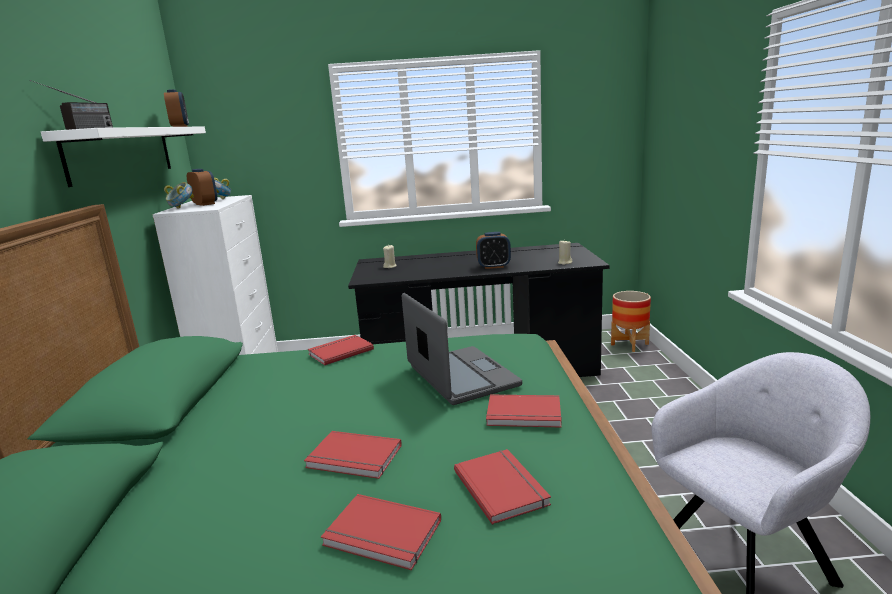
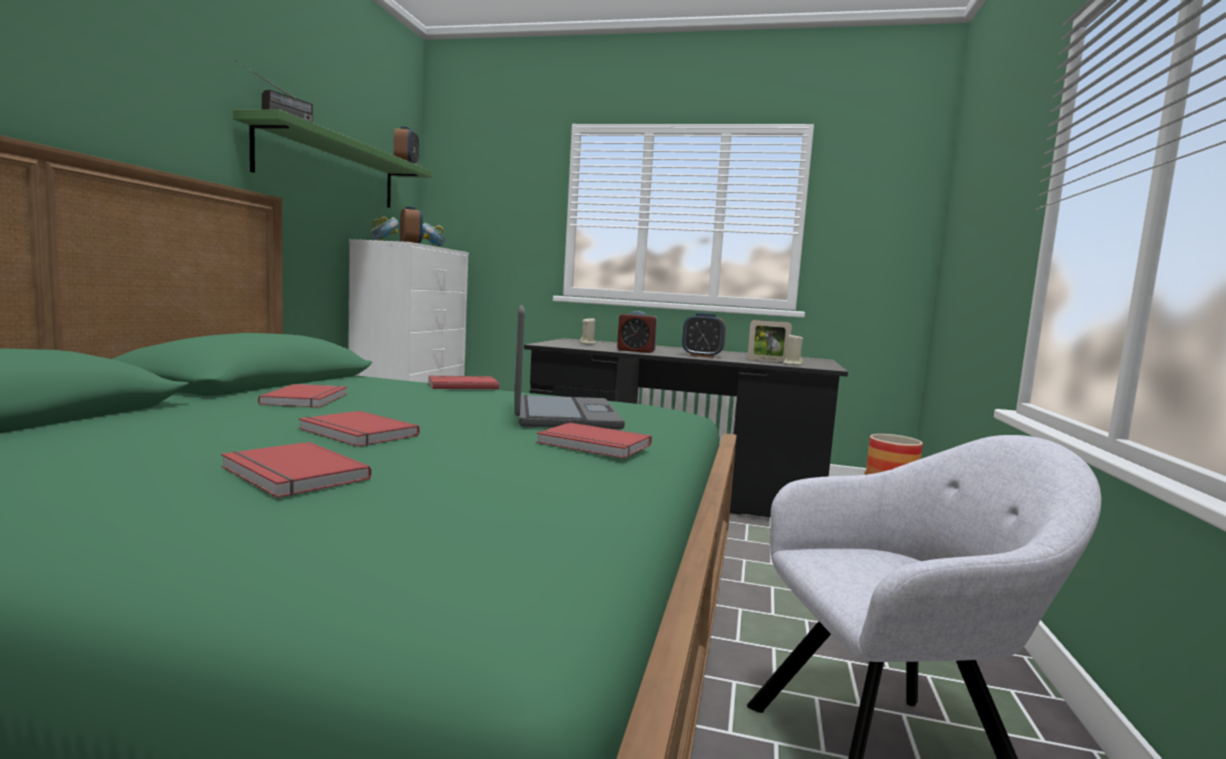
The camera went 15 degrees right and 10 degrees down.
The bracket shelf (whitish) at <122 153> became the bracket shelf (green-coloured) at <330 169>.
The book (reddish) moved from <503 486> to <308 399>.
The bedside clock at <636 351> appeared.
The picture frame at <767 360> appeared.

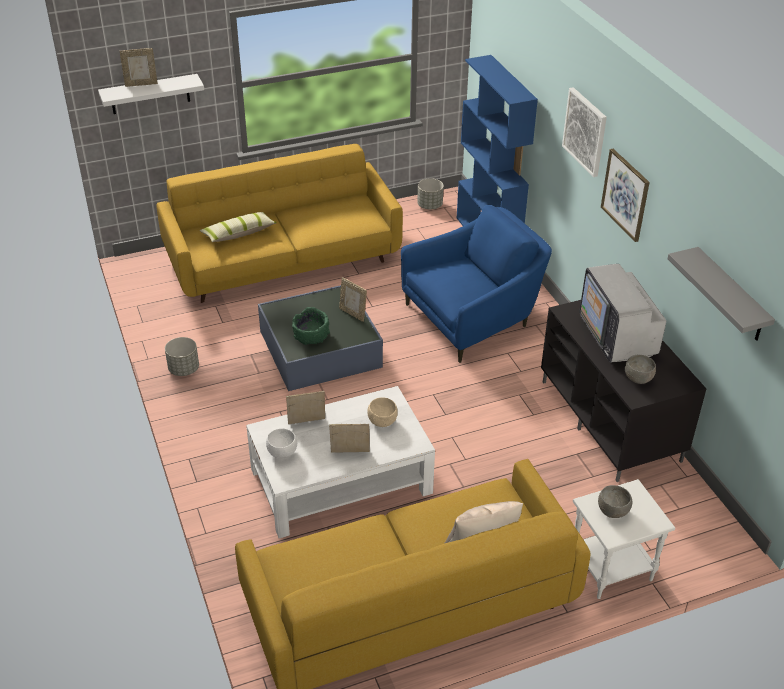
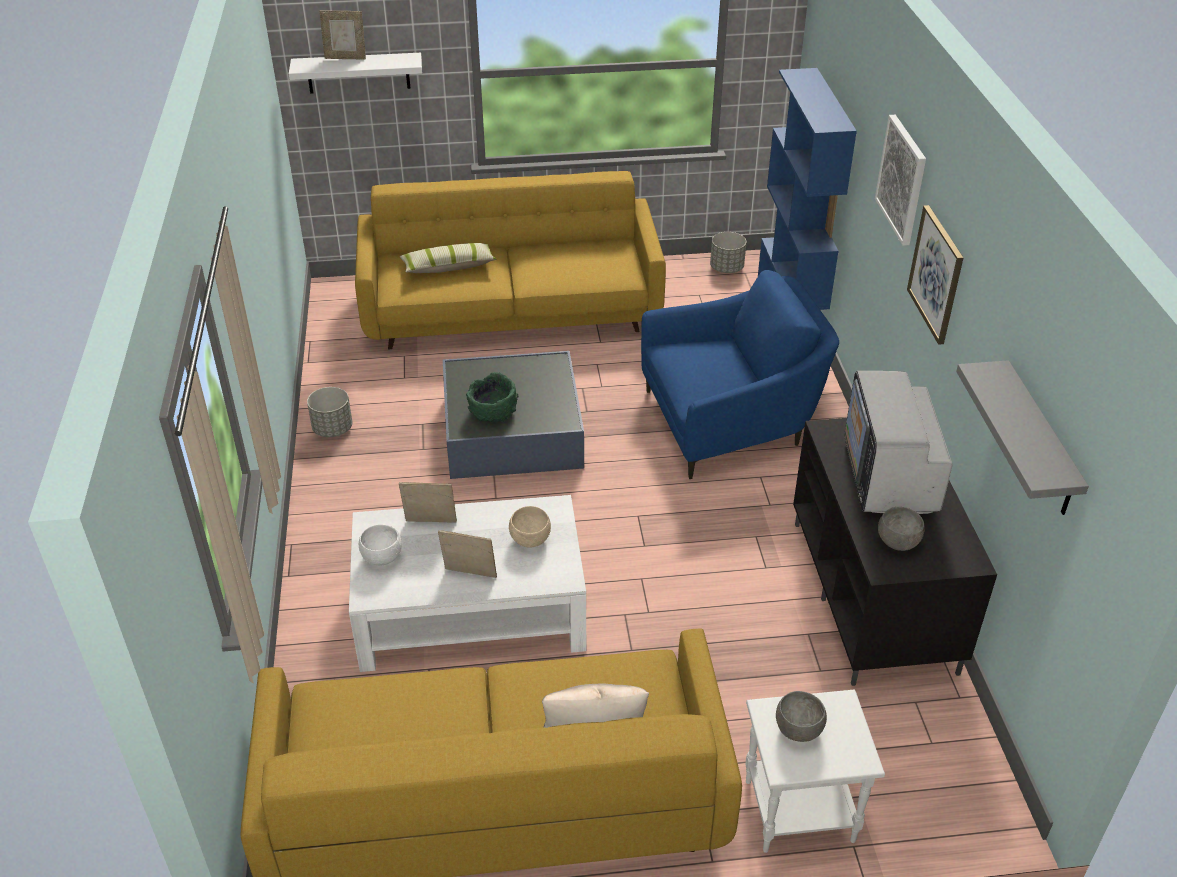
The camera went 15 degrees right and 0 degrees up.
The picture frame at <353 314> disappeared.

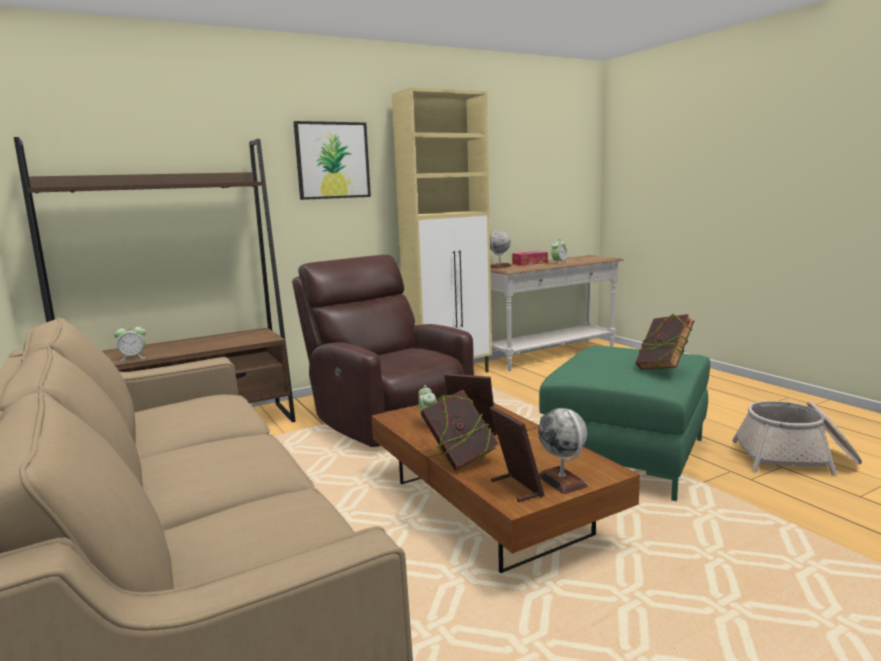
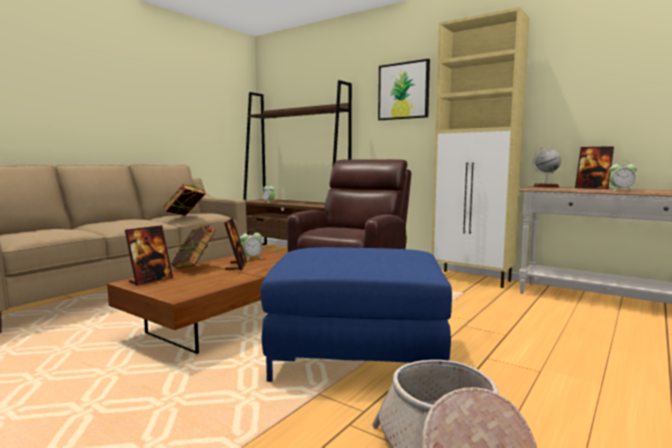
The camera went 65 degrees right and 5 degrees down.
The book moved from <663 369> to <185 217>.
The ottoman (green-coloured) at <625 455> became the ottoman (blue) at <358 355>.
The tissue holder at <529 263> was replaced by the picture frame at <592 188>.
The world globe at <562 481> disappeared.

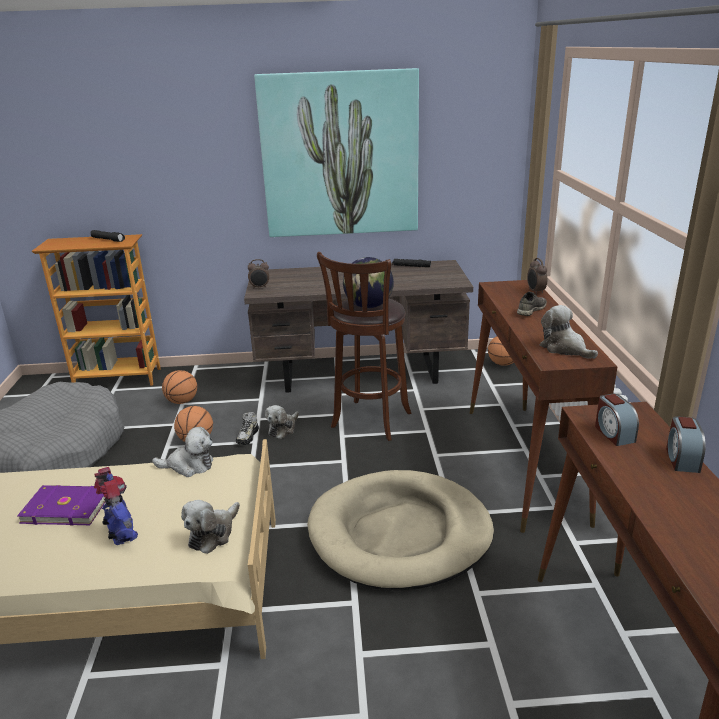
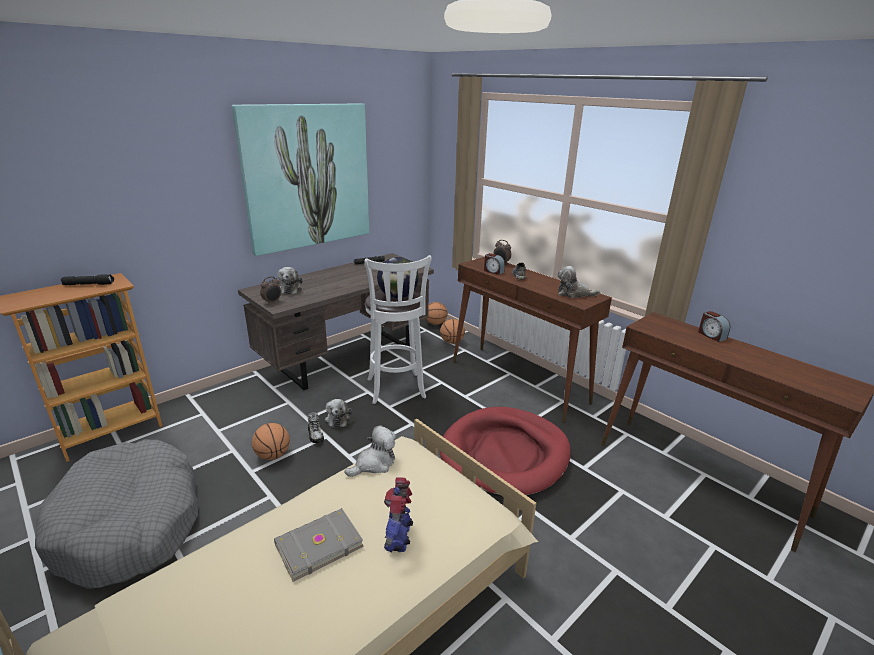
The camera went 40 degrees left and 0 degrees up.
The book (purplish) at <67 507> became the book (greyish) at <318 544>.
The soft toy moved from <213 534> to <290 289>.
The stool (brown-coloured) at <369 422> became the stool (whitish) at <396 390>.
The robot figure at <121 533> turned 105 degrees counterclockwise.
The pet bed (beige) at <400 534> became the pet bed (reddish) at <505 454>.
The ball for basketball moved from <182 402> to <452 342>.
The bedside clock moved from <613 433> to <493 271>.

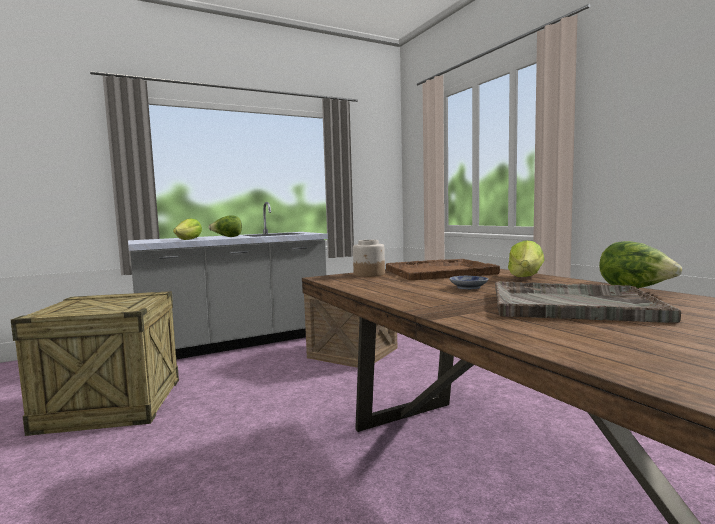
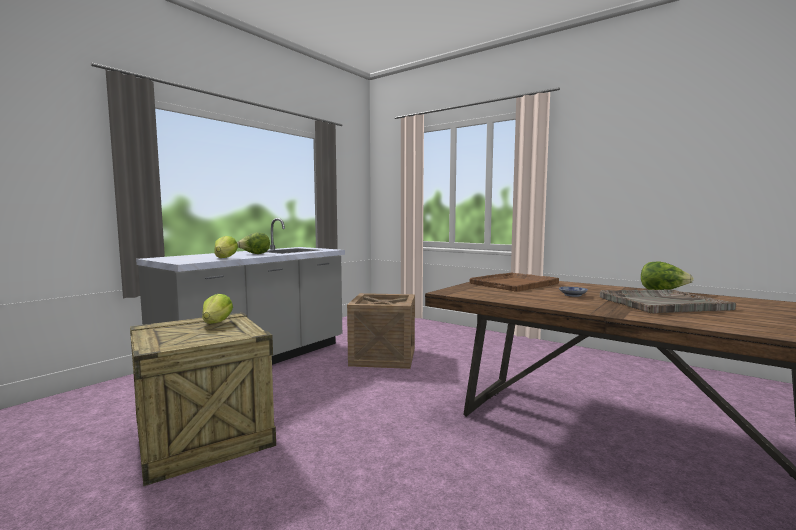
The camera went 25 degrees left and 0 degrees up.
The head of lettuce moved from <525 277> to <217 322>.
The preserve jar at <369 274> disappeared.

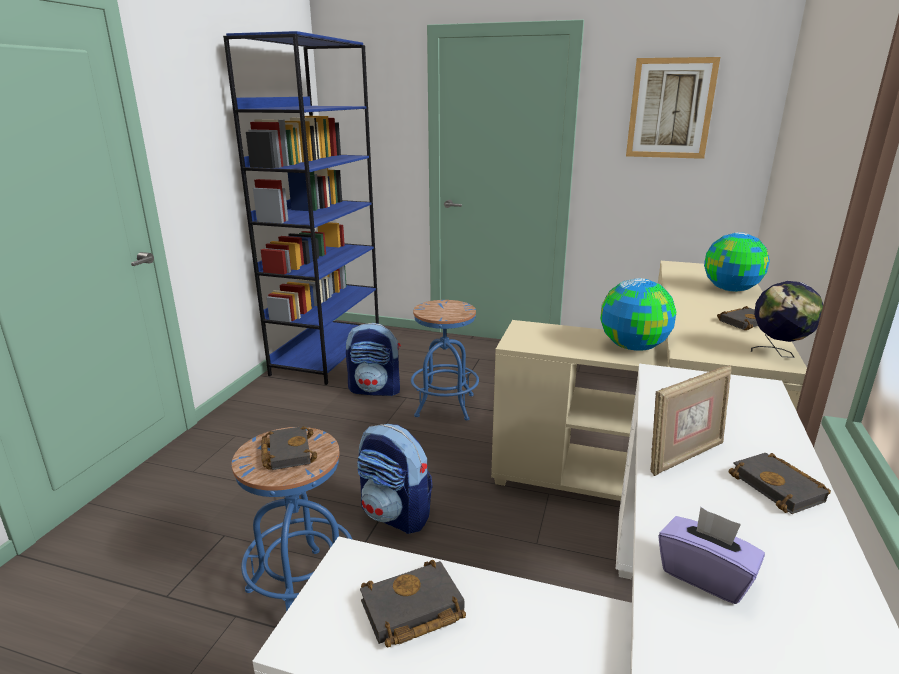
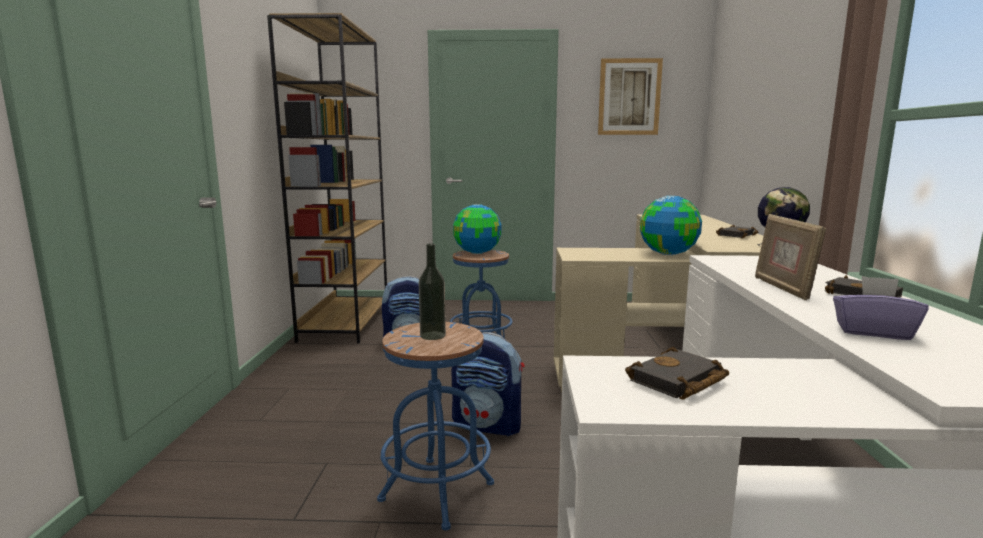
The camera went 15 degrees left and 10 degrees down.
The shelving unit (blue) at <327 354> became the shelving unit (brown-coloured) at <345 322>.
The book (black) at <286 452> was replaced by the beverage bottle at <432 335>.
The world globe moved from <731 290> to <477 252>.
The picture frame at <684 456> turned 135 degrees clockwise.

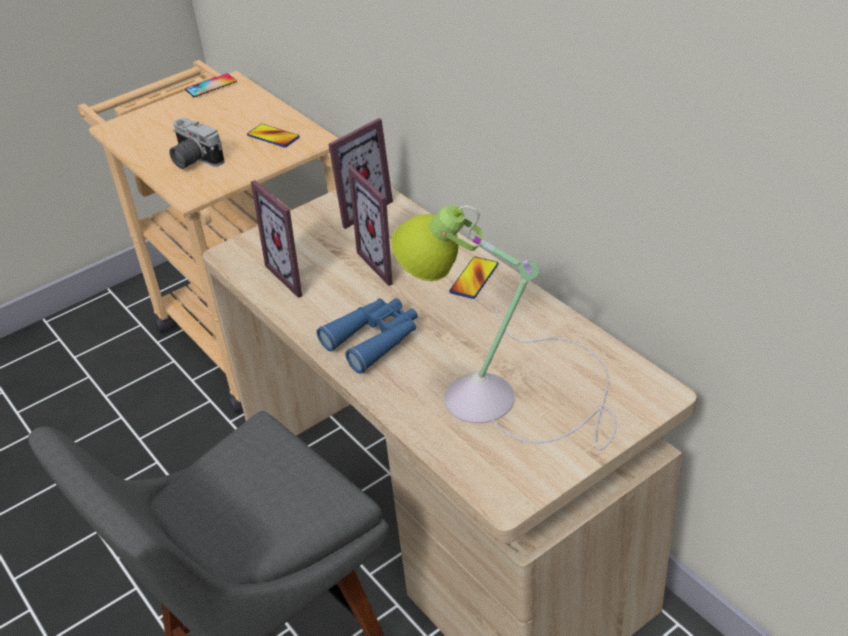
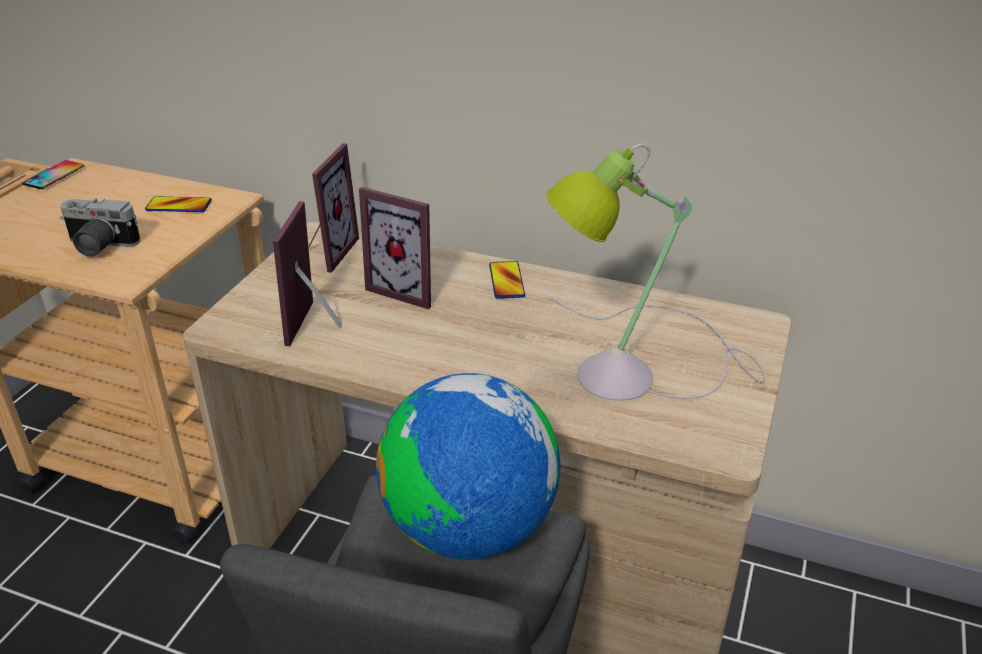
The camera went 35 degrees left and 5 degrees down.
The picture frame at <298 274> turned 75 degrees clockwise.
The world globe at <470 529> appeared.
The field glasses (blue) at <374 339> disappeared.

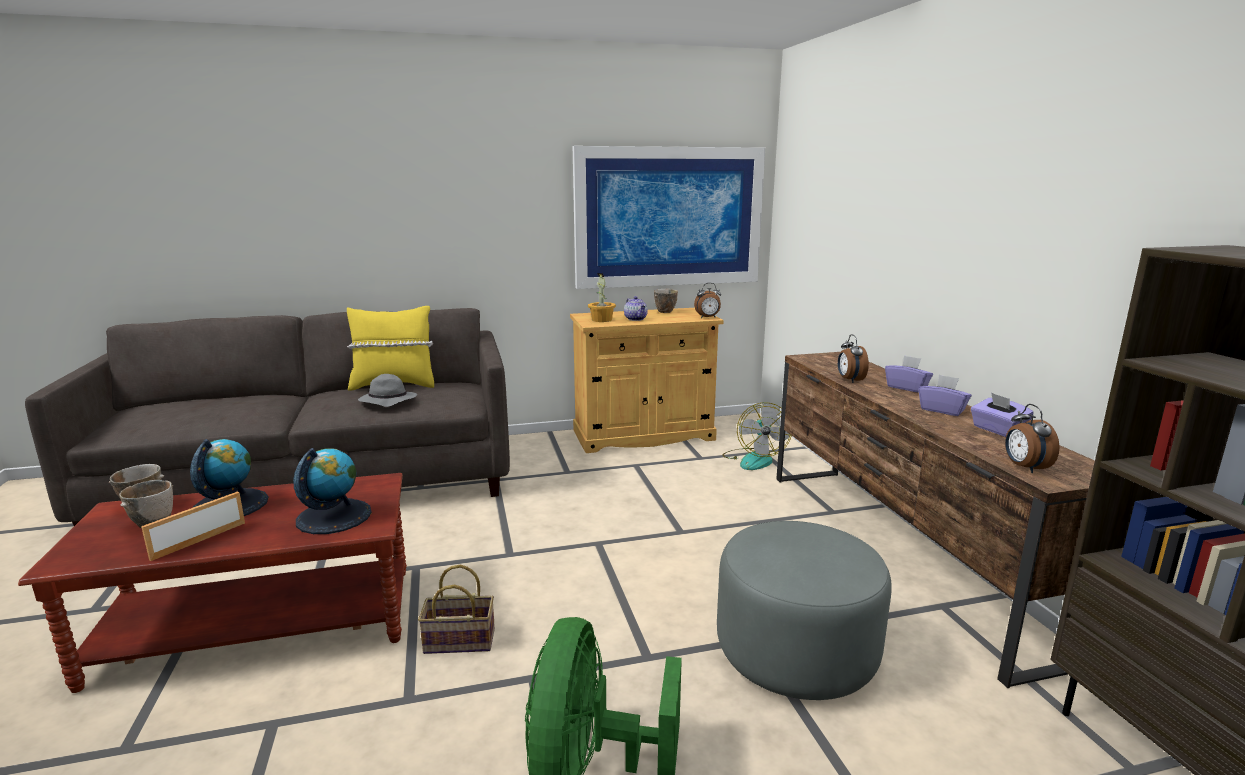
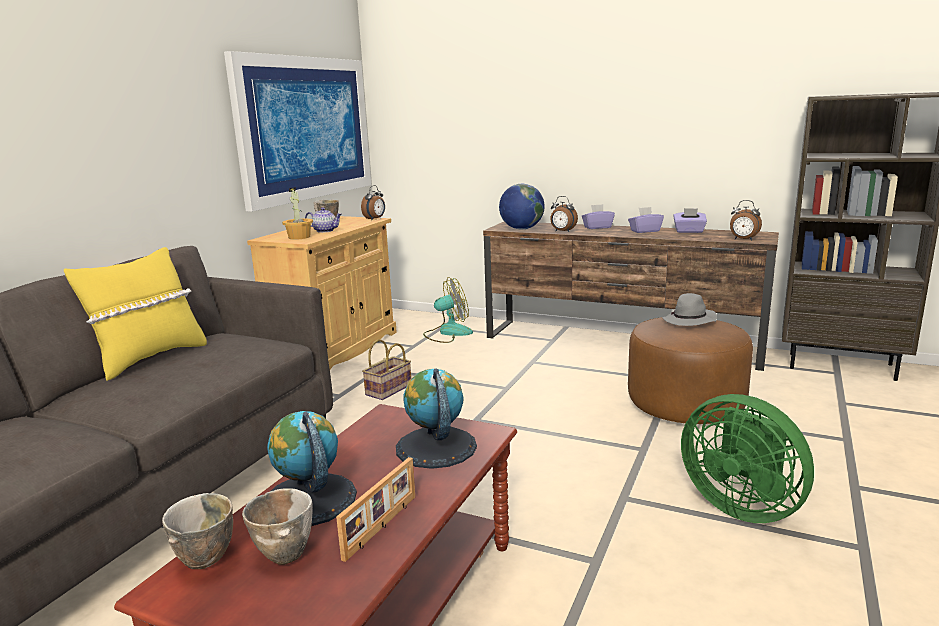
The camera went 50 degrees left and 0 degrees up.
The picture frame at <198 540> turned 135 degrees counterclockwise.
The basket moved from <457 642> to <388 390>.
The fan at <754 459> turned 60 degrees counterclockwise.
The world globe at <521 229> appeared.
The ottoman (greyish) at <796 652> became the ottoman (brown-coloured) at <685 405>.
The hat (greyish) moved from <387 401> to <689 321>.

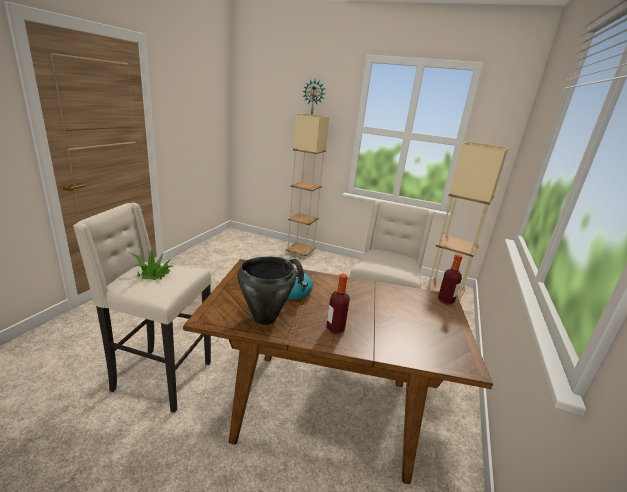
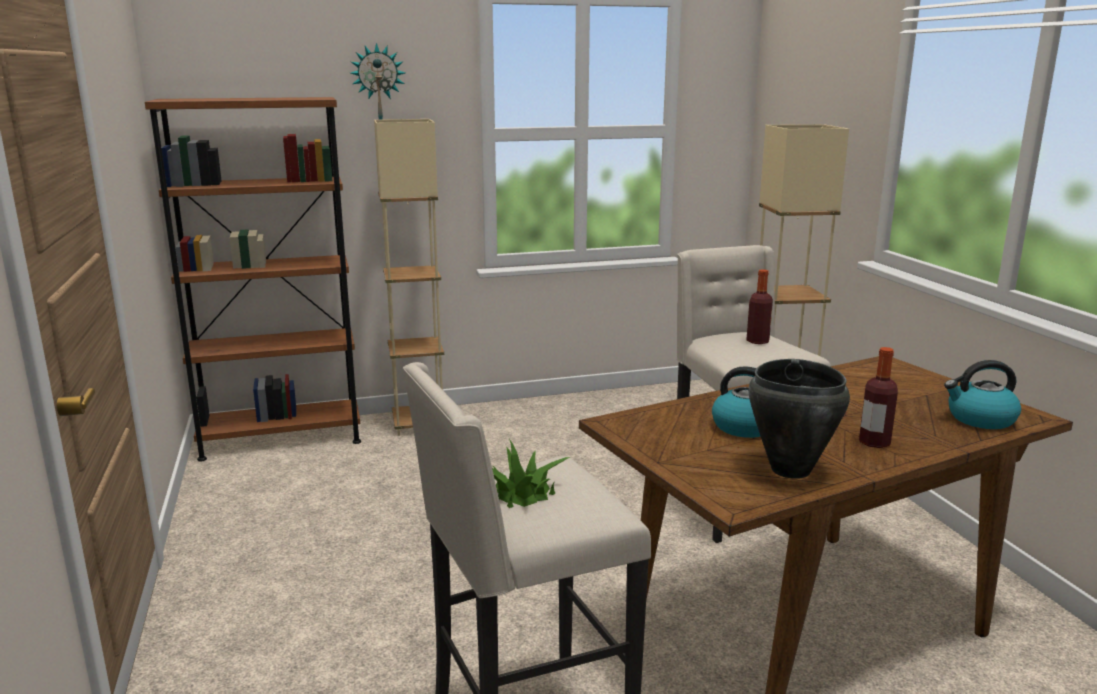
The camera went 35 degrees left and 5 degrees down.
The shelving unit (brown-coloured) at <281 438> appeared.
The beverage bottle moved from <445 301> to <757 341>.
The tea kettle at <980 419> appeared.

